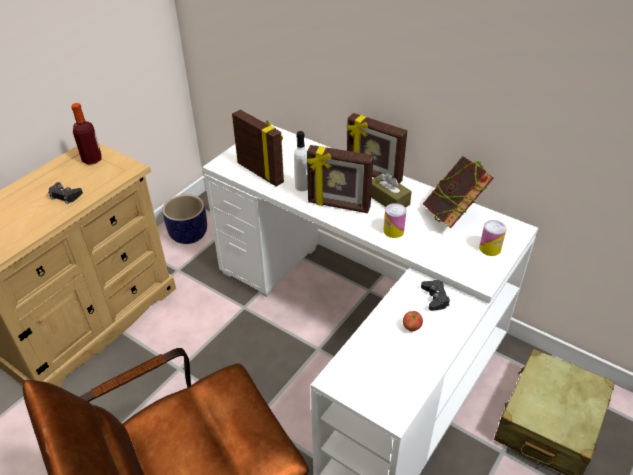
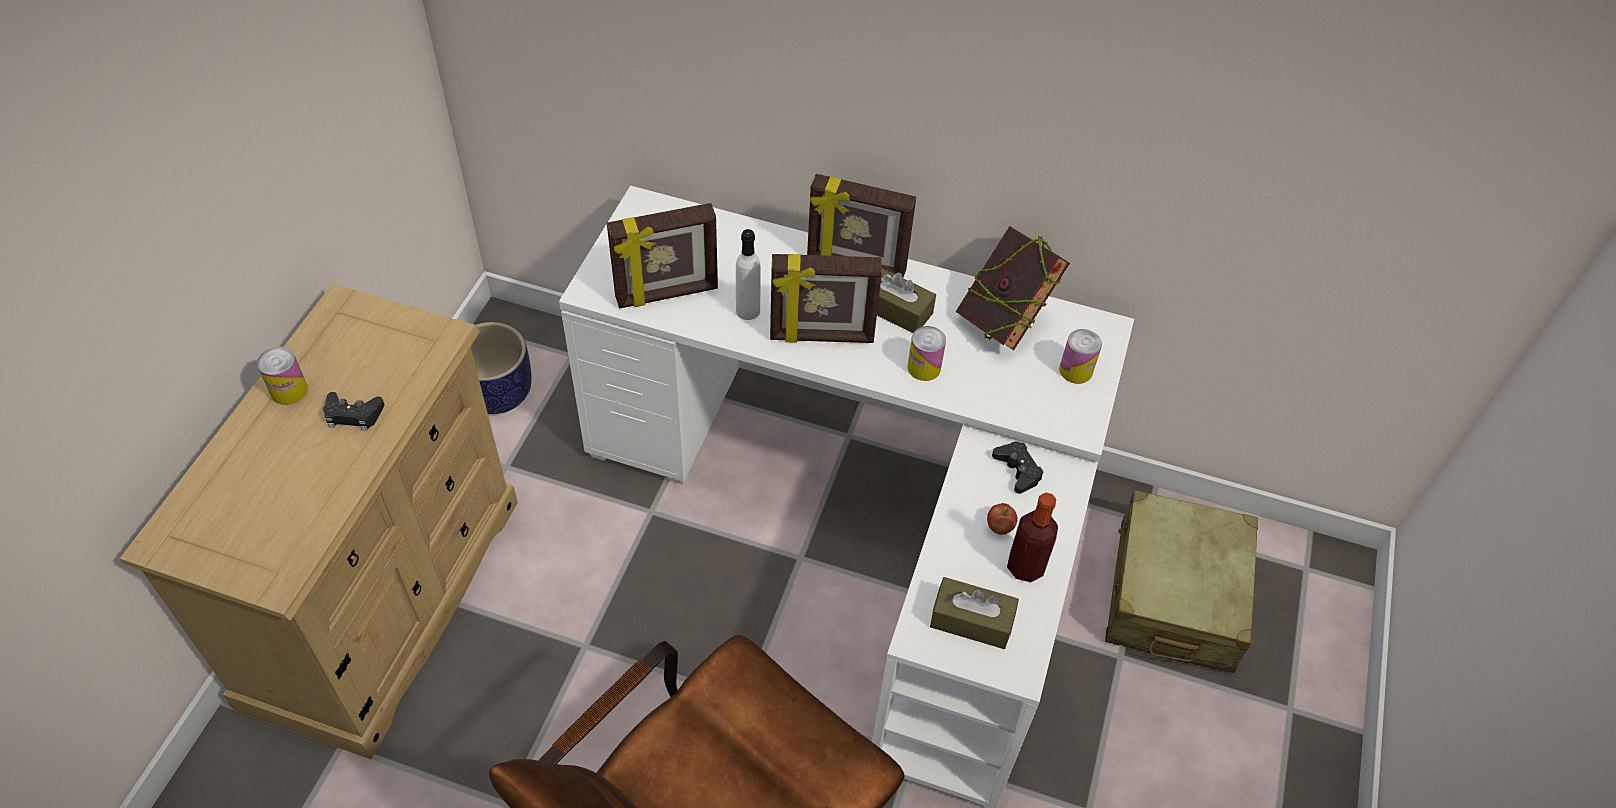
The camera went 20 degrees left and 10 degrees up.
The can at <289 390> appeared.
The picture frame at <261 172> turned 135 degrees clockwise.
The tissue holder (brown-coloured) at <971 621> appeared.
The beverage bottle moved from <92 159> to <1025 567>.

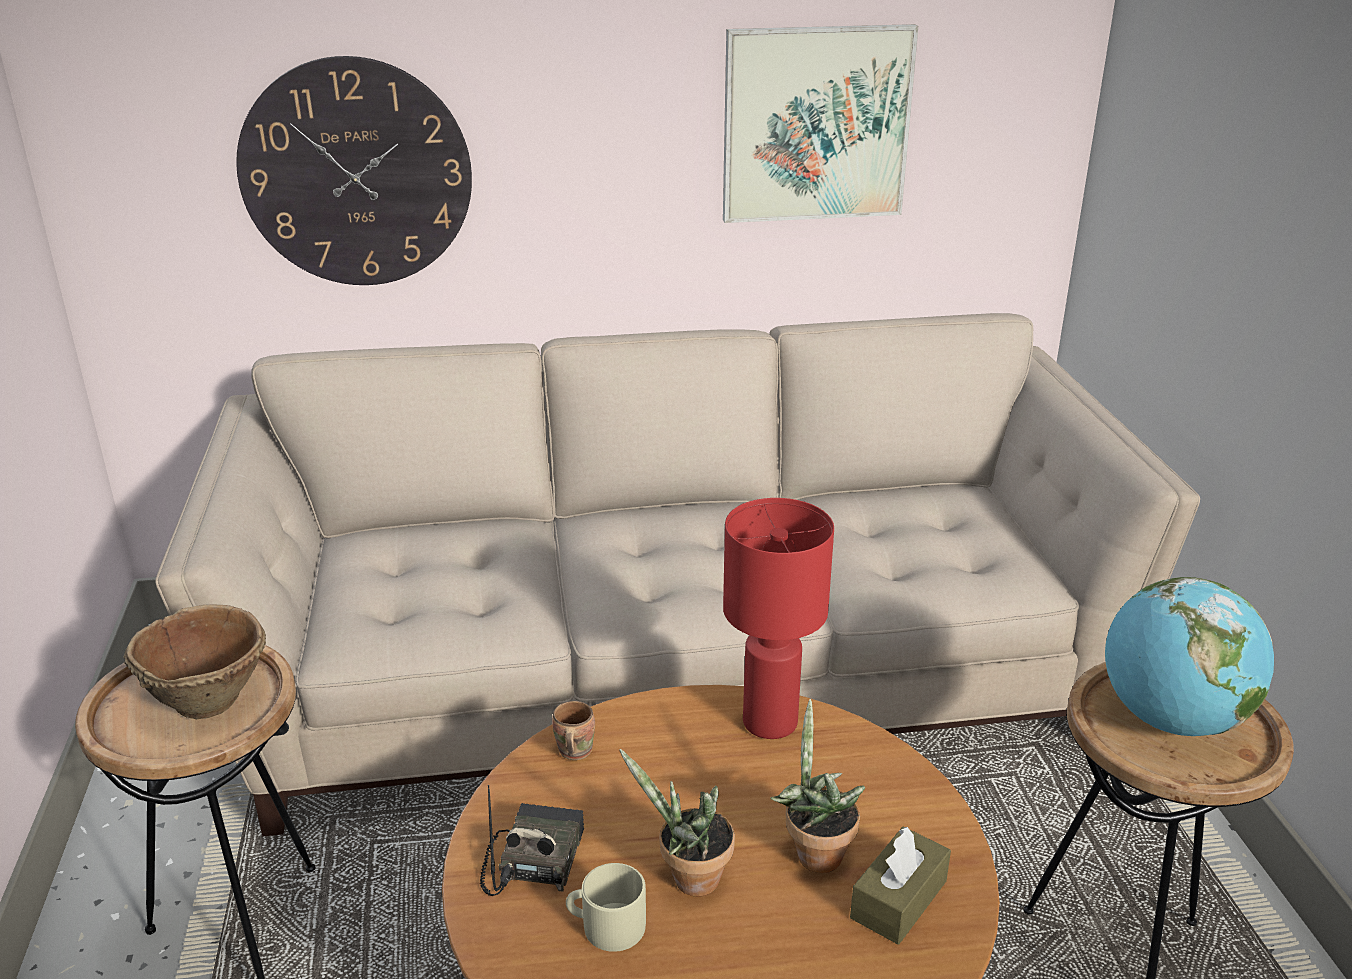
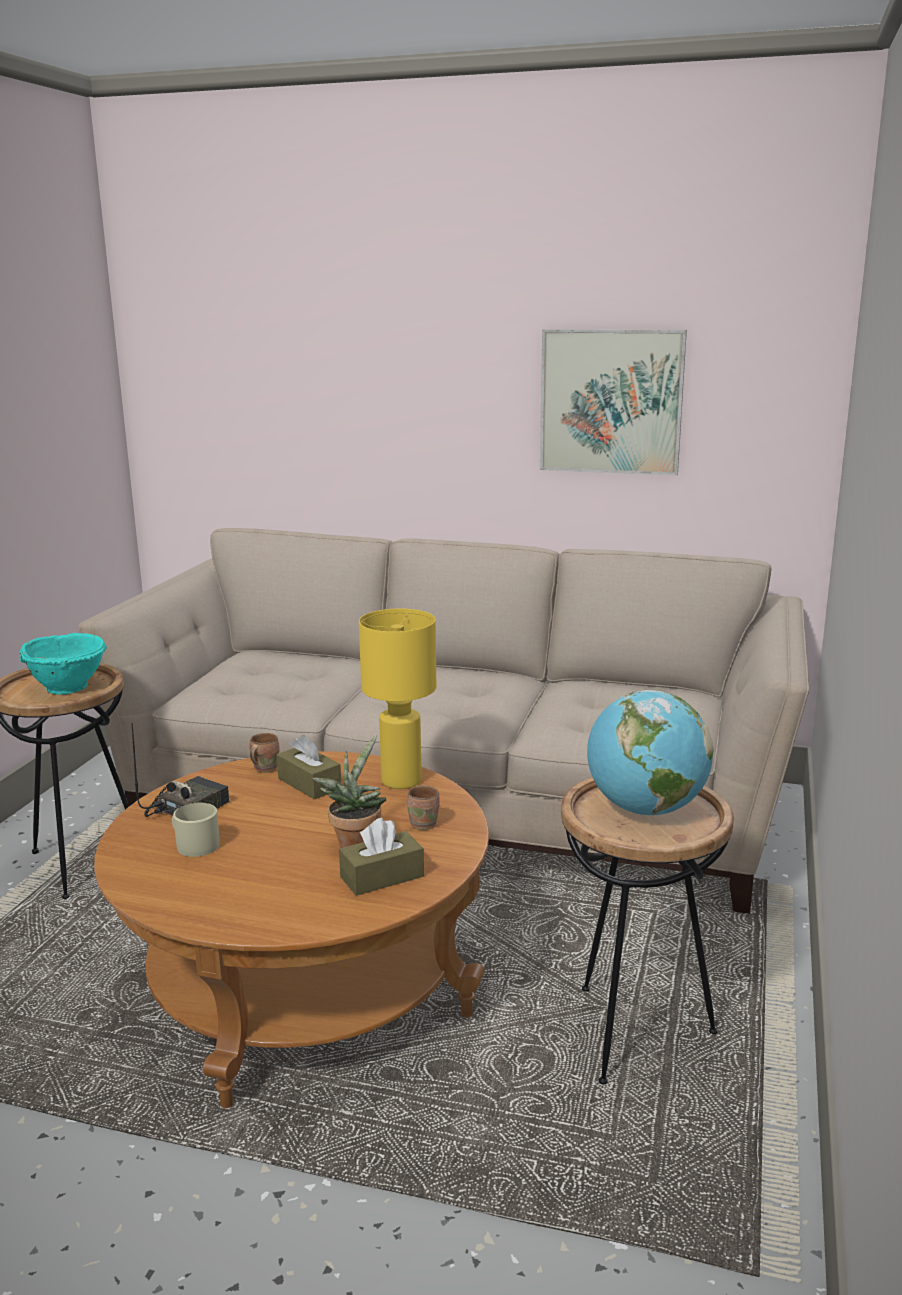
The camera went 25 degrees right and 10 degrees down.
The bowl (brown-coloured) at <208 697> became the bowl (turquoise-coloured) at <68 687>.
The tissue holder (brown-coloured) at <309 784> appeared.
The lamp for a table (reddish) at <770 721> became the lamp for a table (yellow-coloured) at <402 780>.
The coffee mug (brown-coloured) at <425 823> appeared.
The clock on the wall at <356 174> disappeared.
The plant in a pot at <689 879> disappeared.

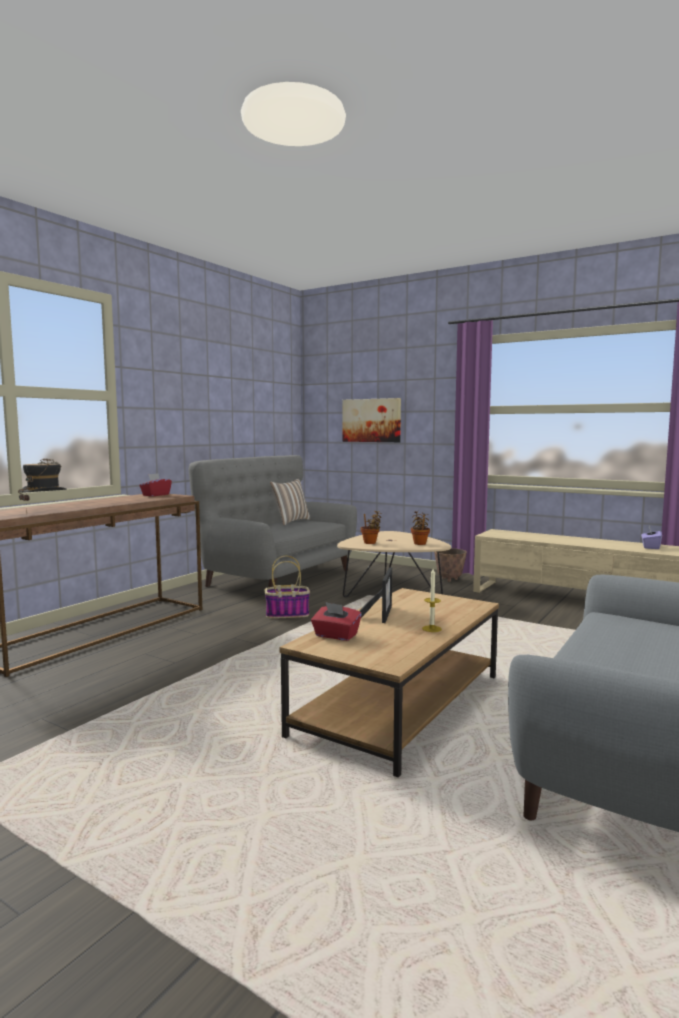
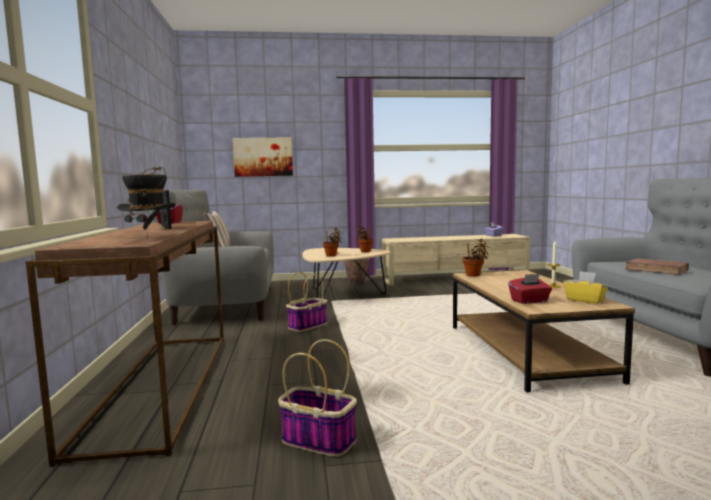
The camera went 40 degrees left and 0 degrees up.
The picture frame moved from <381 613> to <160 228>.
The basket at <317 440> appeared.
The plant in a pot at <474 275> appeared.
The tissue holder (yellow-coloured) at <585 300> appeared.
The book (brown-coloured) at <656 270> appeared.

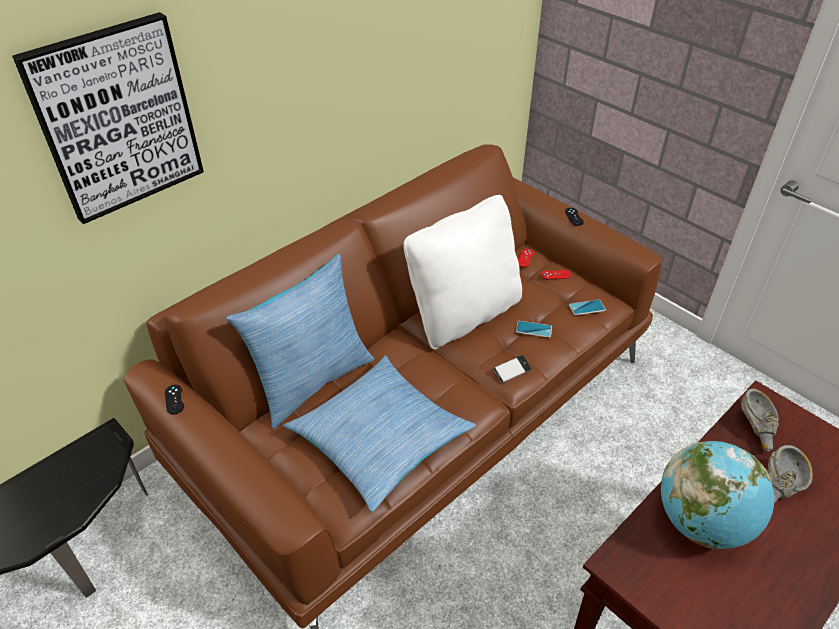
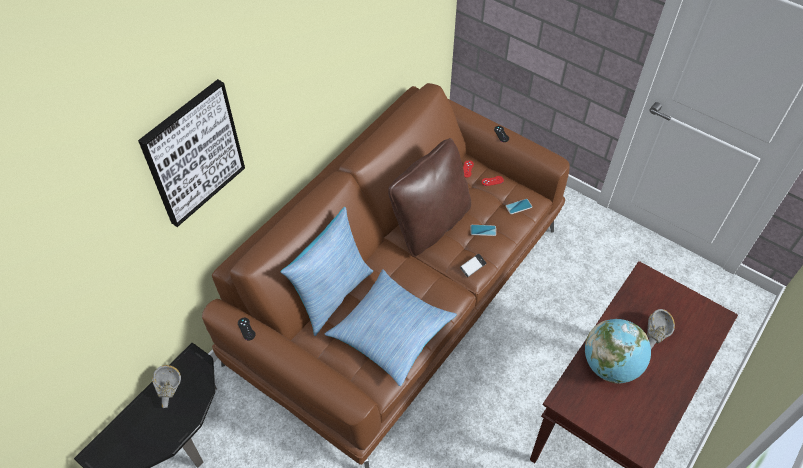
The camera went 10 degrees left and 10 degrees up.
The bowl (greyish) moved from <759 428> to <169 390>.
The cushion (whitish) at <464 314> became the cushion (brown-coloured) at <430 224>.

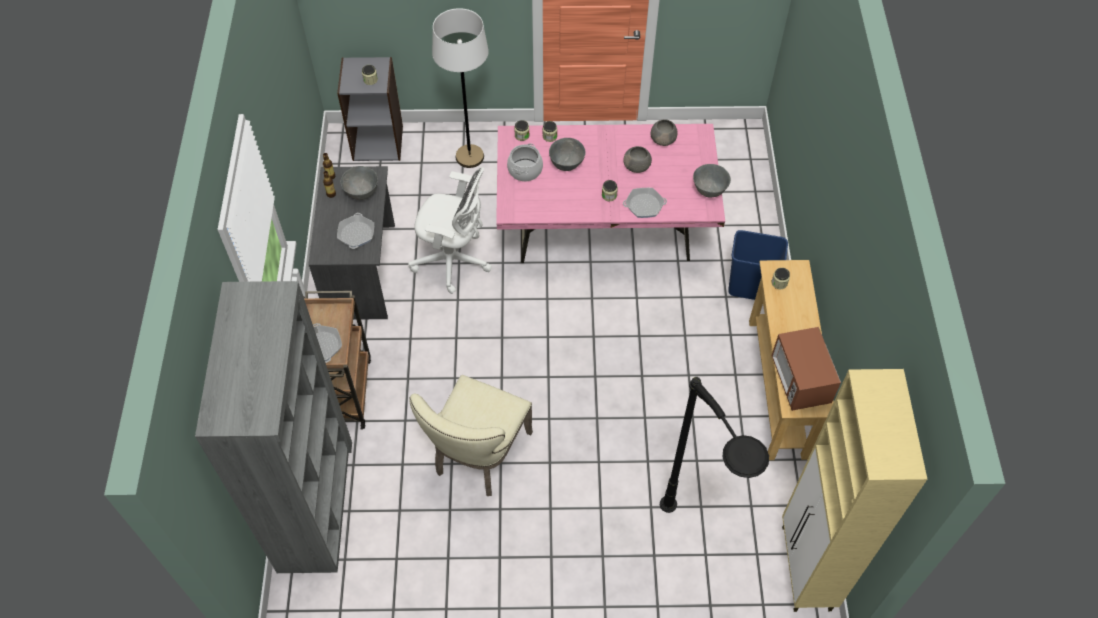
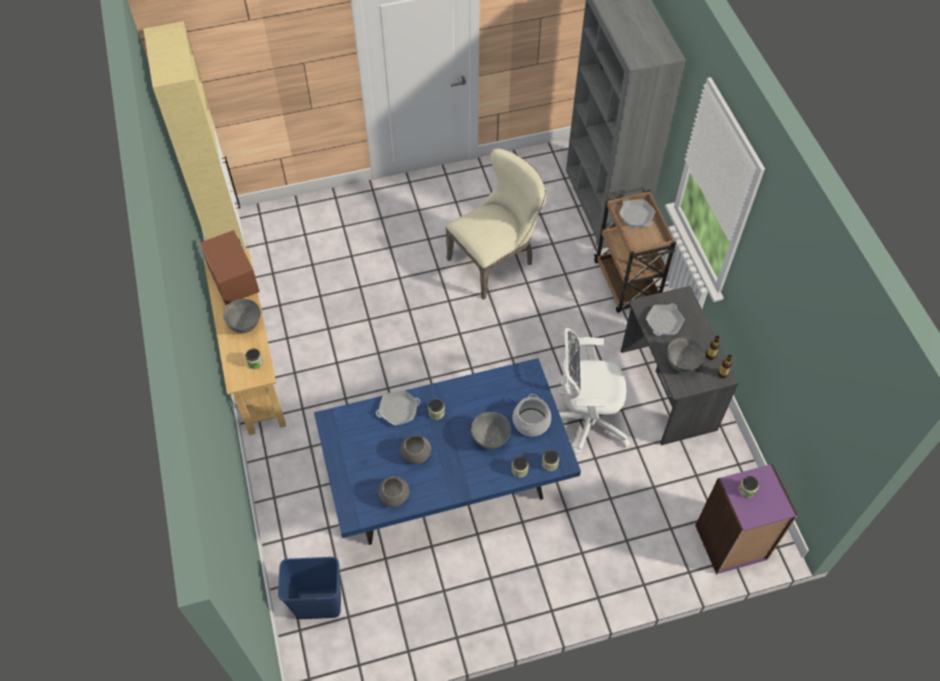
The camera went 165 degrees right and 0 degrees up.
The bowl (greyish) moved from <709 190> to <245 325>.
The waste bin (blue) moved from <748 289> to <319 603>.
The dining table (pink-coloured) at <605 233> became the dining table (blue) at <446 488>.
The chair (beige) at <478 457> turned 45 degrees clockwise.
The pan at <356 234> turned 135 degrees counterclockwise.
The shelving unit (greyish) at <378 142> became the shelving unit (purplish) at <731 543>.
The standing lamp (whitish) at <469 157> disappeared.
The standing lamp (black) at <694 552> disappeared.

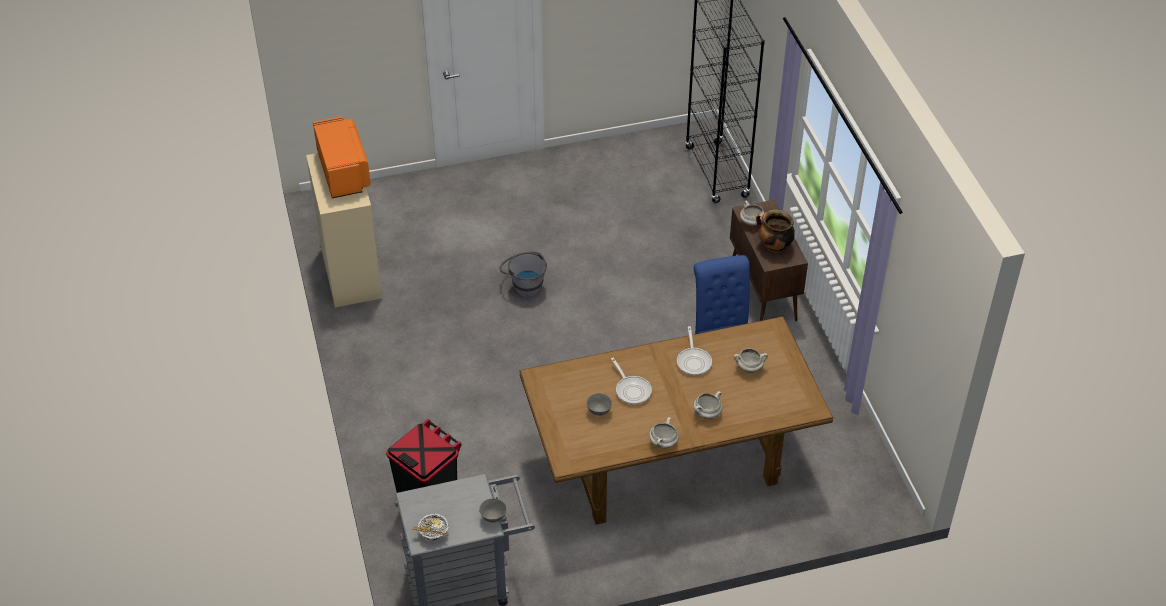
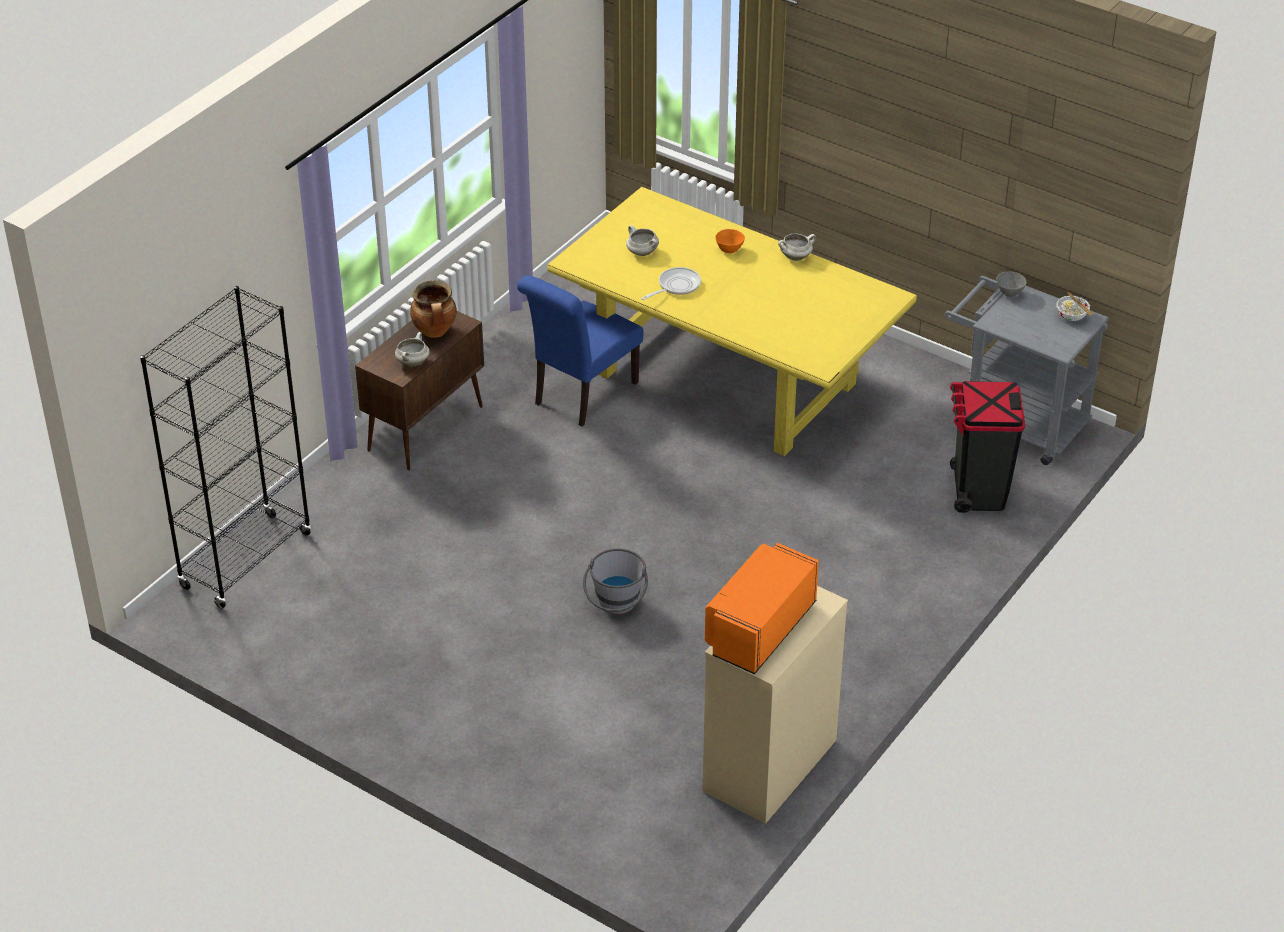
The camera went 130 degrees left and 5 degrees down.
The dining table (brown-coloured) at <670 460> became the dining table (yellow-coloured) at <725 378>.
The cooking pot (whitish) at <707 414> was replaced by the bowl (orange-coloured) at <729 250>.
The bowl (greyish) at <599 411> disappeared.
The pan at <632 390> disappeared.

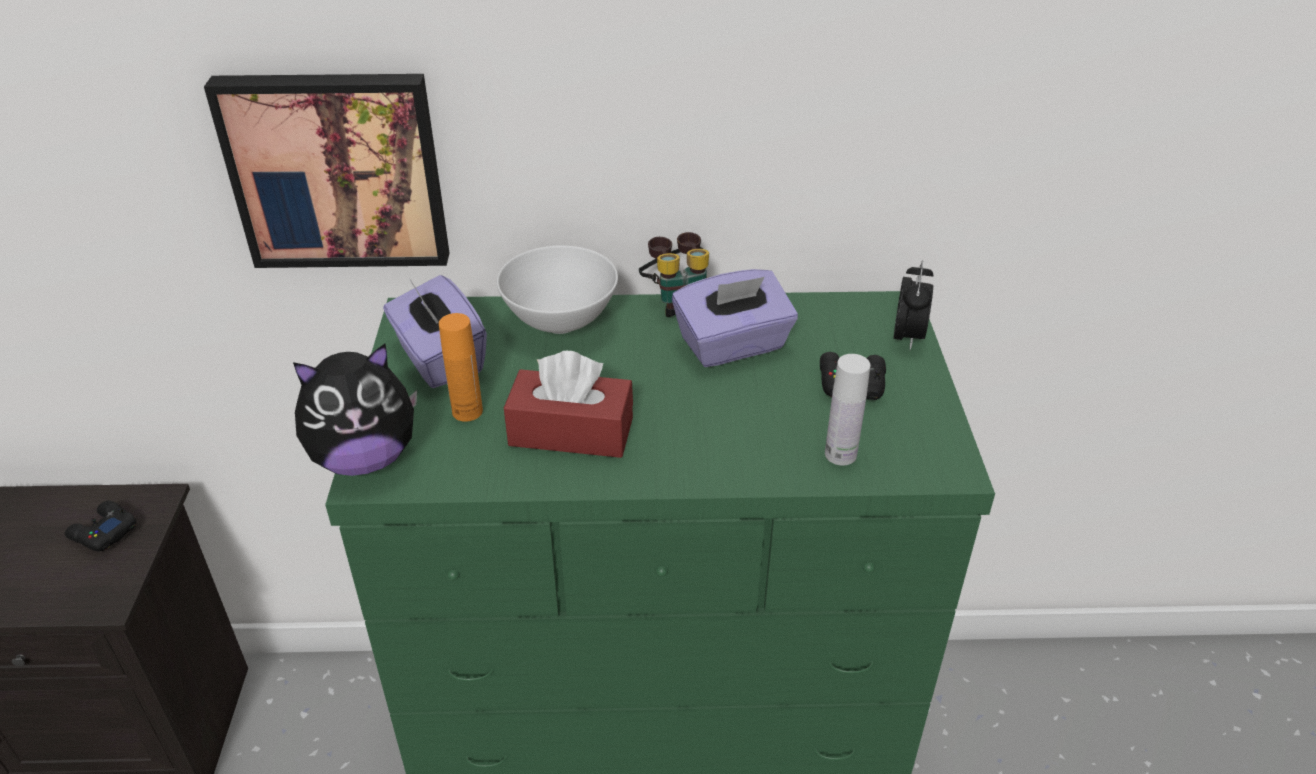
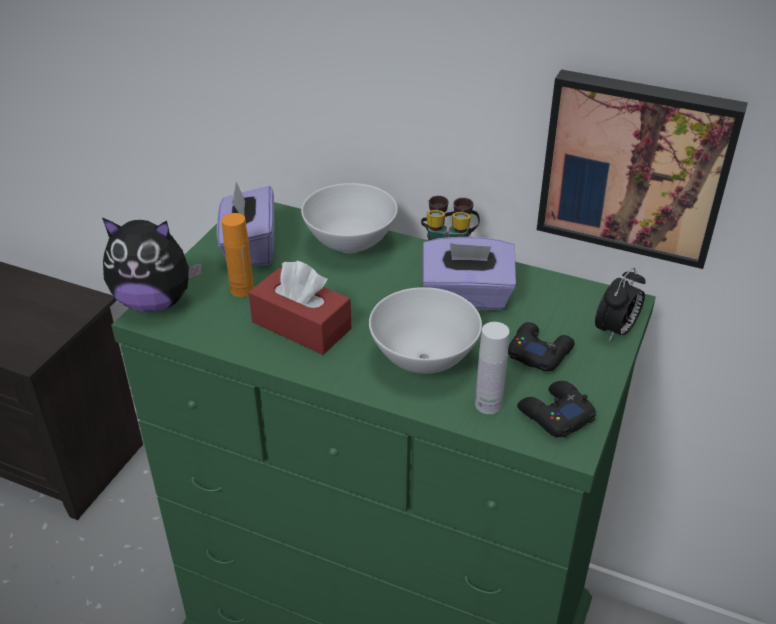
The camera went 25 degrees right and 0 degrees up.
The bowl (whitish) at <424 361> appeared.
The joypad (black) moved from <103 532> to <555 415>.
The wall picture moved from <337 169> to <635 166>.

